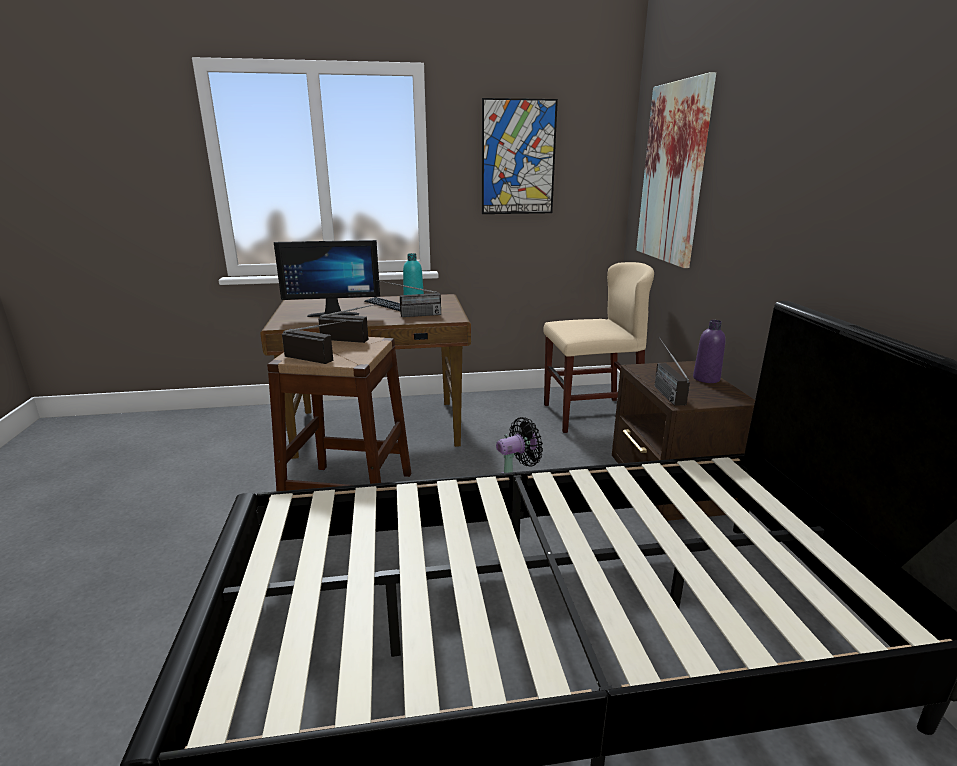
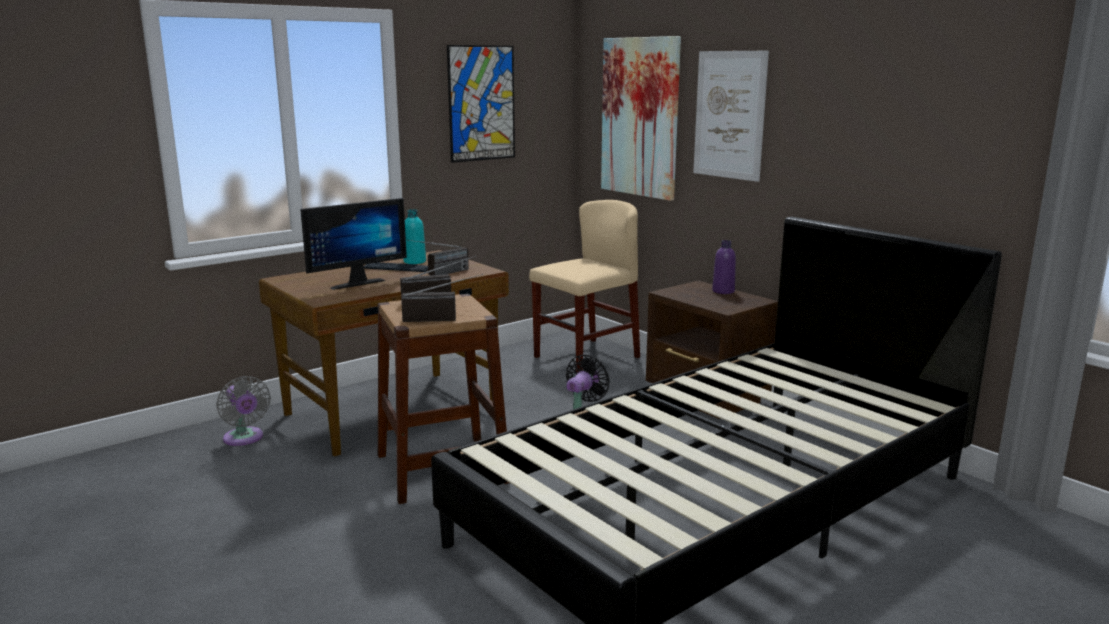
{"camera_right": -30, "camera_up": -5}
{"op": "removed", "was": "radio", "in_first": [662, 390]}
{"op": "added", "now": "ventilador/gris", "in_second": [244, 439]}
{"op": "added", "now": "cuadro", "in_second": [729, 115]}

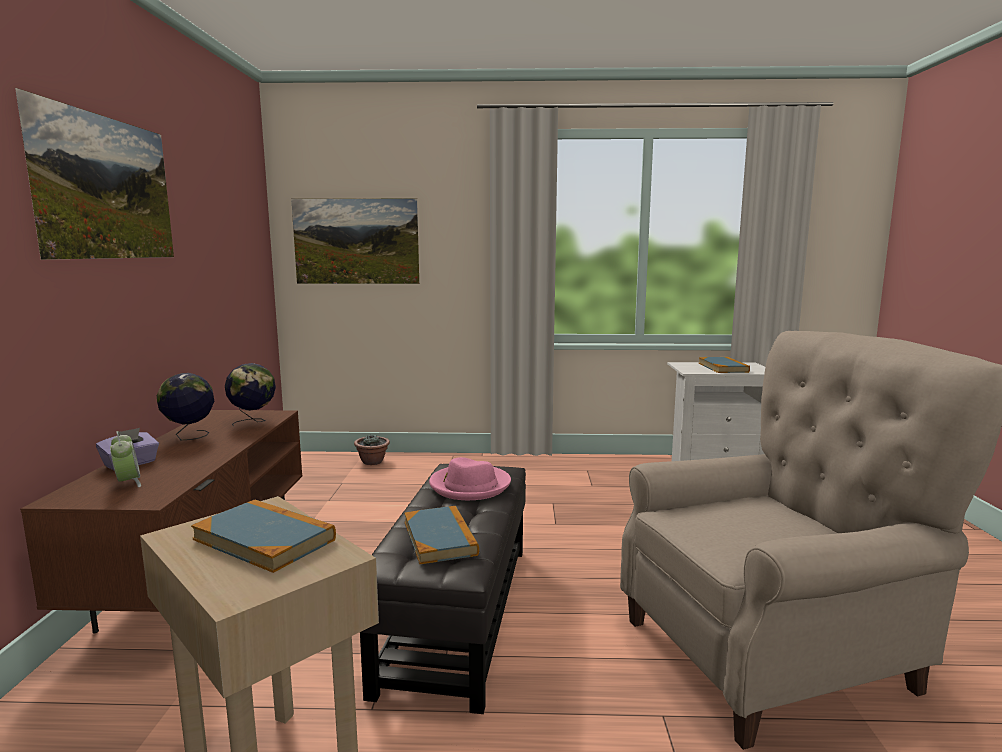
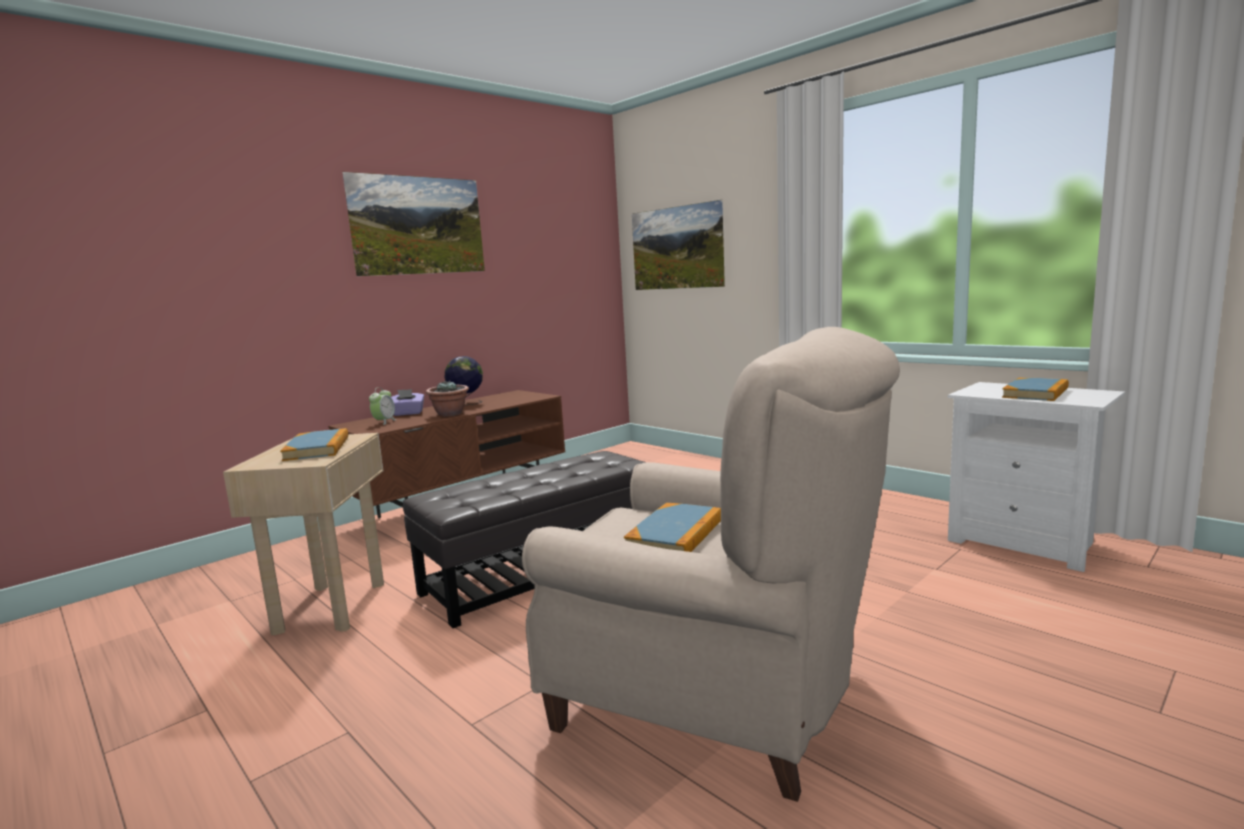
{"camera_right": 45, "camera_up": 0}
{"op": "removed", "was": "globo terráqueo", "in_first": [253, 422]}
{"op": "removed", "was": "sombrero/rosa", "in_first": [469, 486]}
{"op": "moved", "was": "planta en maceta", "in_first": [373, 462], "in_second": [450, 414]}
{"op": "moved", "was": "libro", "in_first": [440, 538], "in_second": [676, 534]}

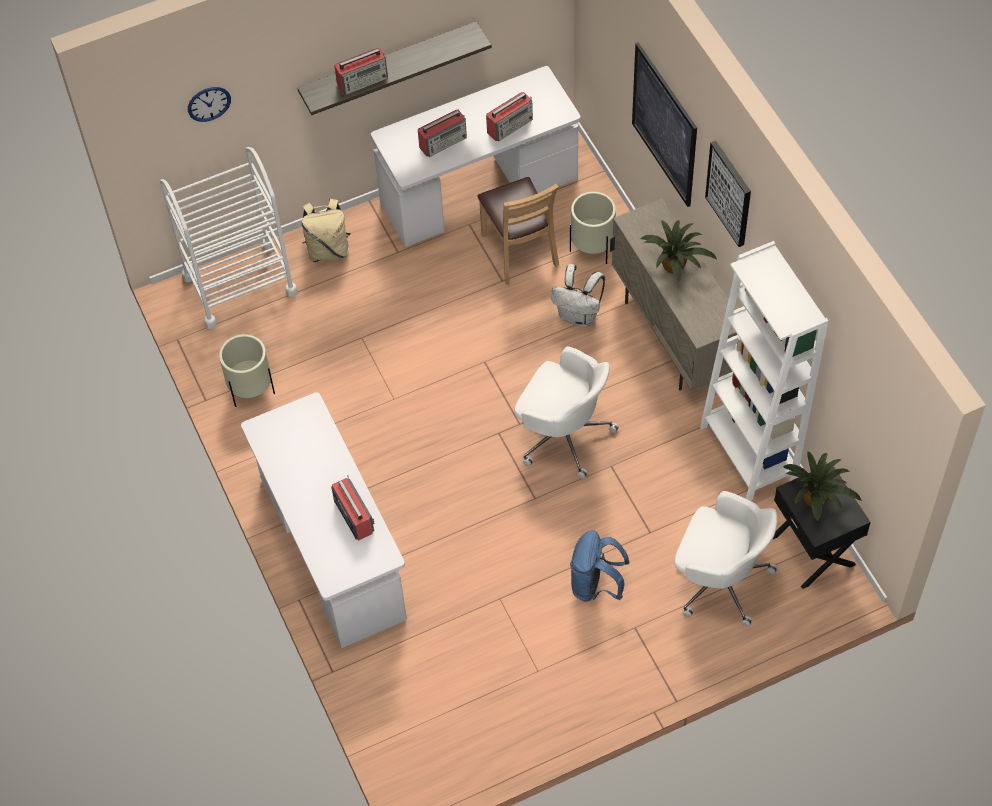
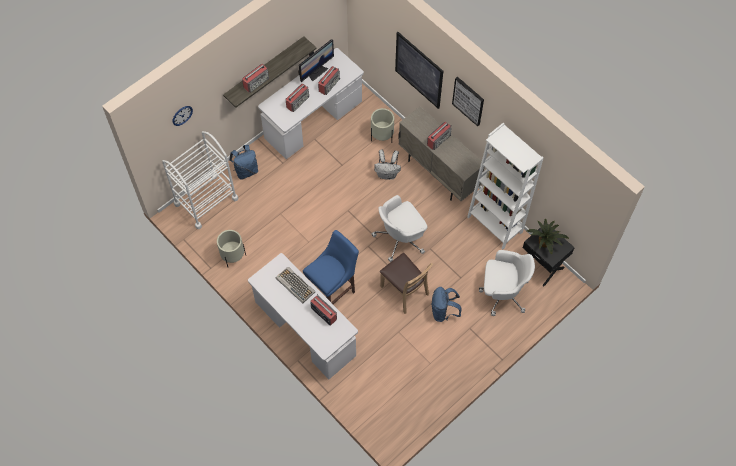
{"camera_right": -20, "camera_up": 5}
{"op": "added", "now": "teclado", "in_second": [295, 285]}
{"op": "added", "now": "monitor", "in_second": [316, 72]}
{"op": "added", "now": "taburete/azul", "in_second": [333, 291]}
{"op": "moved", "was": "silla/marrón", "in_first": [519, 251], "in_second": [404, 291]}
{"op": "replaced", "was": "planta en maceta", "now": "radio", "in_first": [675, 265], "in_second": [439, 139]}
{"op": "recoloured", "was": "mochila/beis", "now": "mochila/azul", "in_first": [328, 250], "in_second": [246, 170]}
{"op": "turned", "was": "silla de oficina/blanco", "in_first": [563, 434], "in_second": [400, 238], "clockwise": 135}

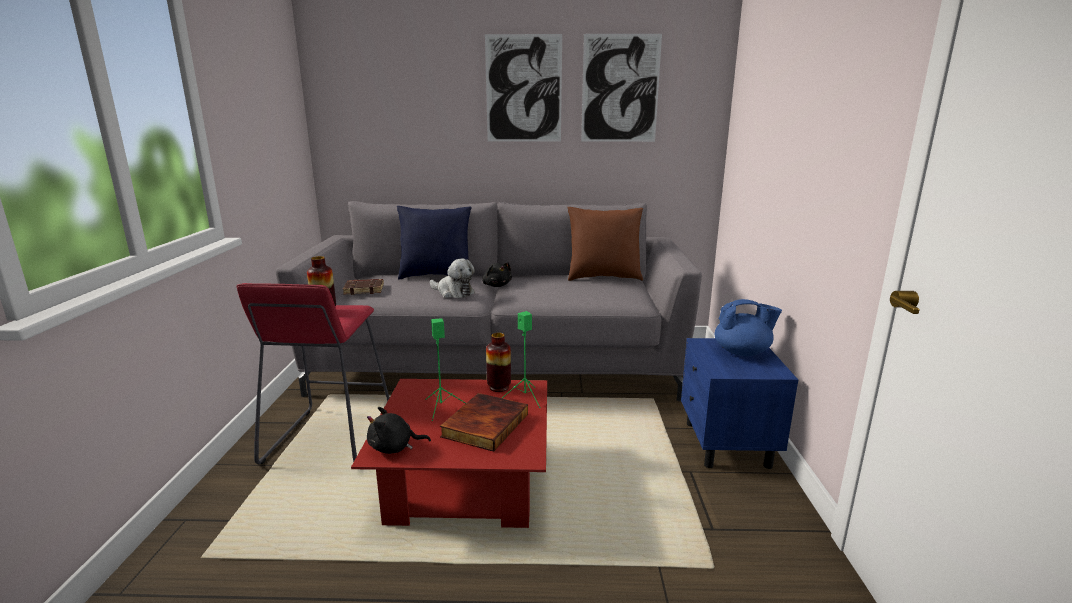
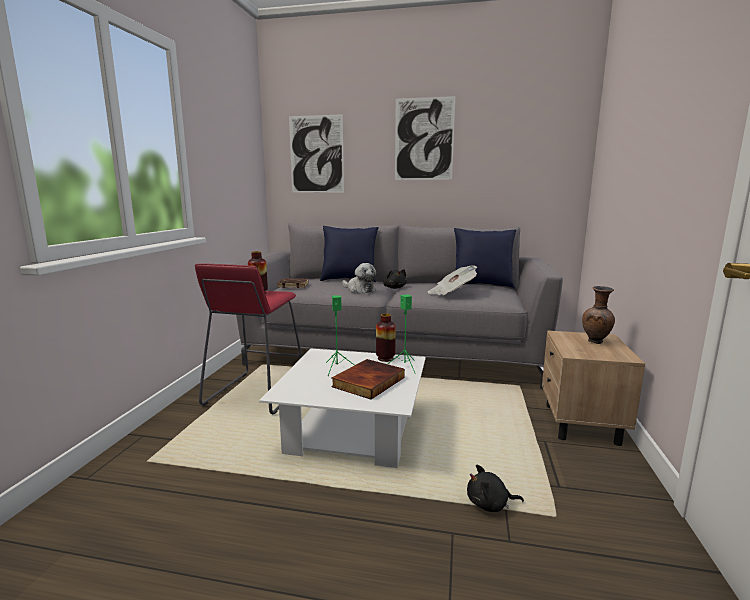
{"camera_right": 10, "camera_up": -5}
{"op": "added", "now": "periódico", "in_second": [451, 293]}
{"op": "moved", "was": "peluche/negro", "in_first": [394, 447], "in_second": [490, 504]}
{"op": "moved", "was": "cuadro", "in_first": [620, 89], "in_second": [316, 154]}
{"op": "replaced", "was": "tetera/azul", "now": "florero/marrón", "in_first": [742, 352], "in_second": [596, 342]}
{"op": "recoloured", "was": "mesa de centro/rojo", "now": "mesa de centro/blanco", "in_first": [465, 482], "in_second": [352, 431]}
{"op": "recoloured", "was": "cojín/marrón", "now": "cojín/azul", "in_first": [603, 277], "in_second": [481, 285]}
{"op": "recoloured", "was": "mesita de noche/azul", "now": "mesita de noche/beis", "in_first": [726, 445], "in_second": [581, 424]}

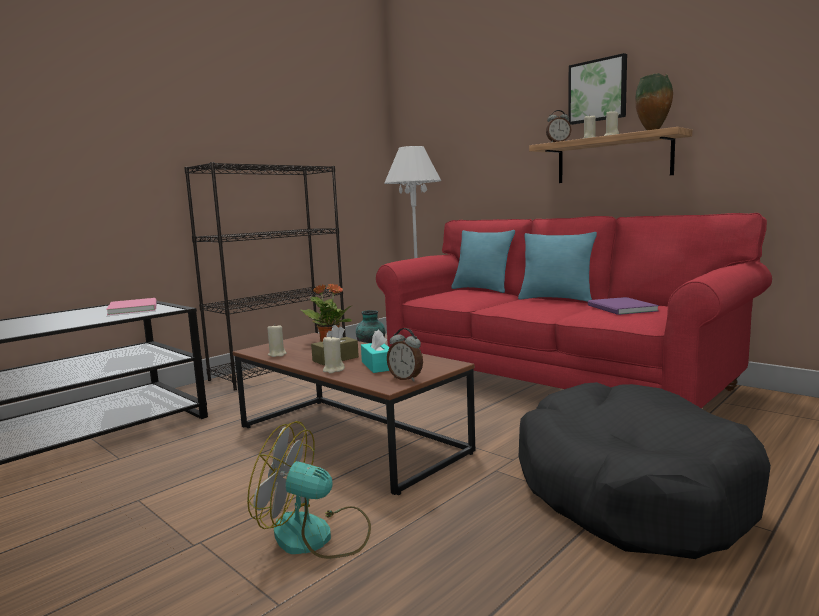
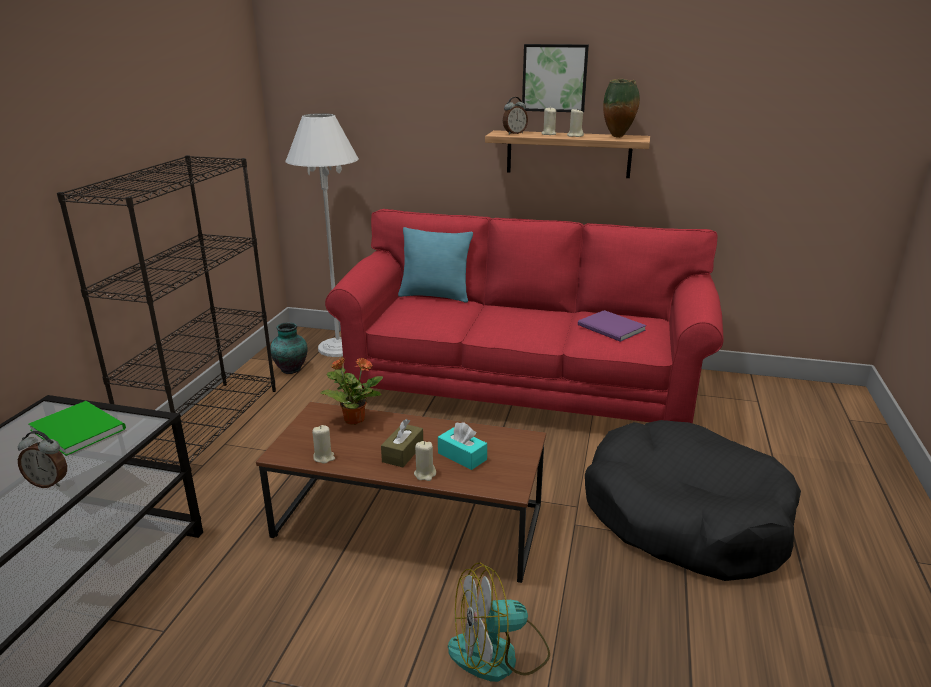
{"camera_right": -30, "camera_up": 15}
{"op": "removed", "was": "cojín/turquesa", "in_first": [556, 299]}
{"op": "moved", "was": "despertador", "in_first": [406, 378], "in_second": [49, 483]}
{"op": "recoloured", "was": "libro/rosa", "now": "libro/verde", "in_first": [135, 308], "in_second": [79, 428]}

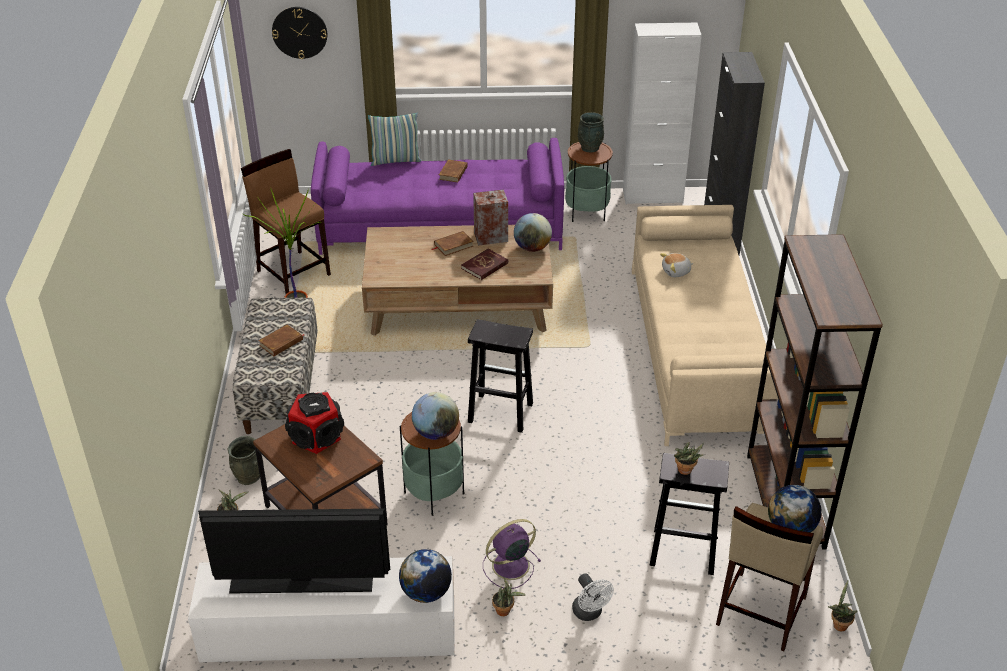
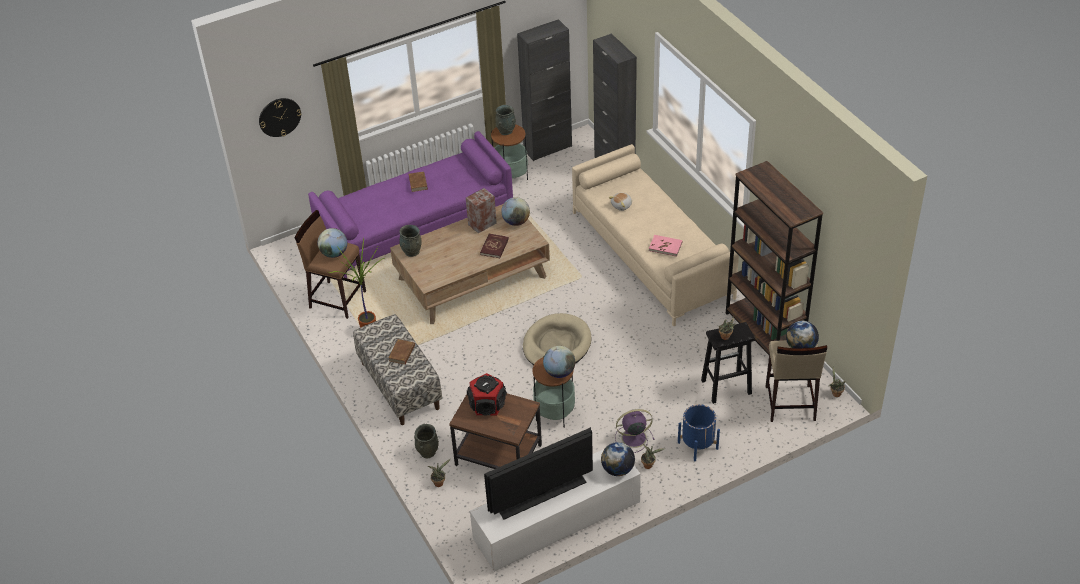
{"camera_right": -25, "camera_up": 5}
{"op": "removed", "was": "cojín", "in_first": [395, 161]}
{"op": "removed", "was": "libro/marrón", "in_first": [453, 245]}
{"op": "added", "now": "globo terráqueo", "in_second": [334, 253]}
{"op": "added", "now": "florero/gris", "in_second": [411, 252]}
{"op": "added", "now": "libro/rosa", "in_second": [665, 246]}
{"op": "replaced", "was": "taburete/negro", "now": "cama para perro/beis", "in_first": [499, 413], "in_second": [556, 345]}
{"op": "replaced", "was": "ventilador/blanco", "now": "maceta/azul", "in_first": [589, 613], "in_second": [697, 445]}
{"op": "recoloured", "was": "armario/blanco", "now": "armario/negro", "in_first": [652, 196], "in_second": [547, 148]}
{"op": "turned", "was": "ventilador/morado", "in_first": [509, 566], "in_second": [632, 438], "clockwise": 45}

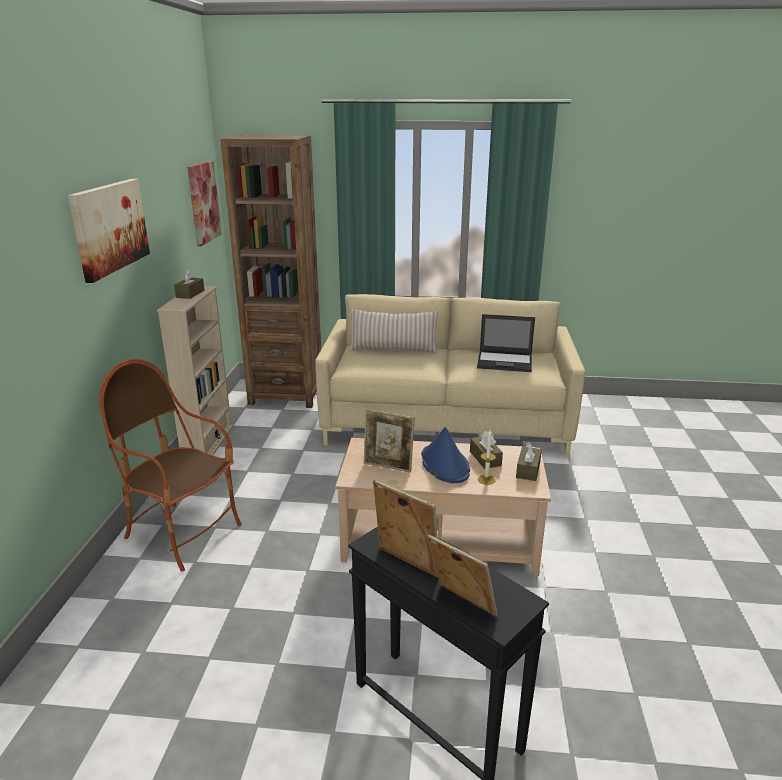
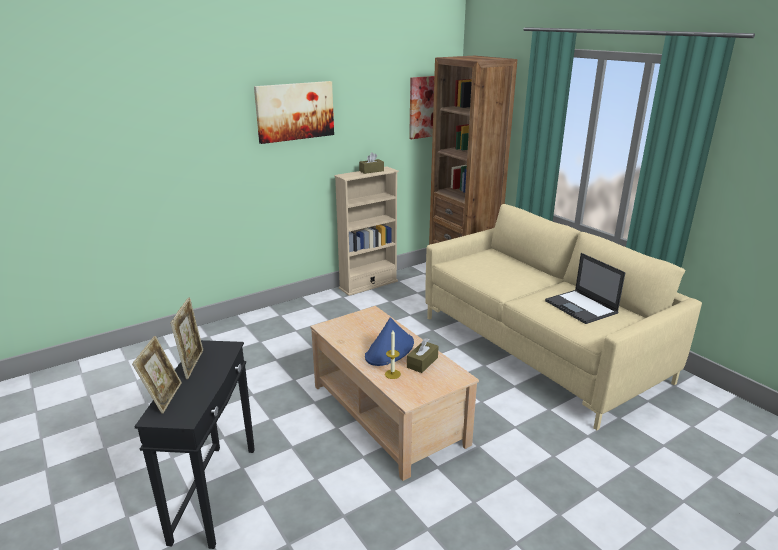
{"camera_right": 50, "camera_up": 0}
{"op": "removed", "was": "sillón", "in_first": [183, 534]}
{"op": "removed", "was": "cojín/beis", "in_first": [393, 349]}
{"op": "removed", "was": "portarretratos", "in_first": [388, 466]}
{"op": "removed", "was": "caja de pañuelos/marrón", "in_first": [528, 470]}

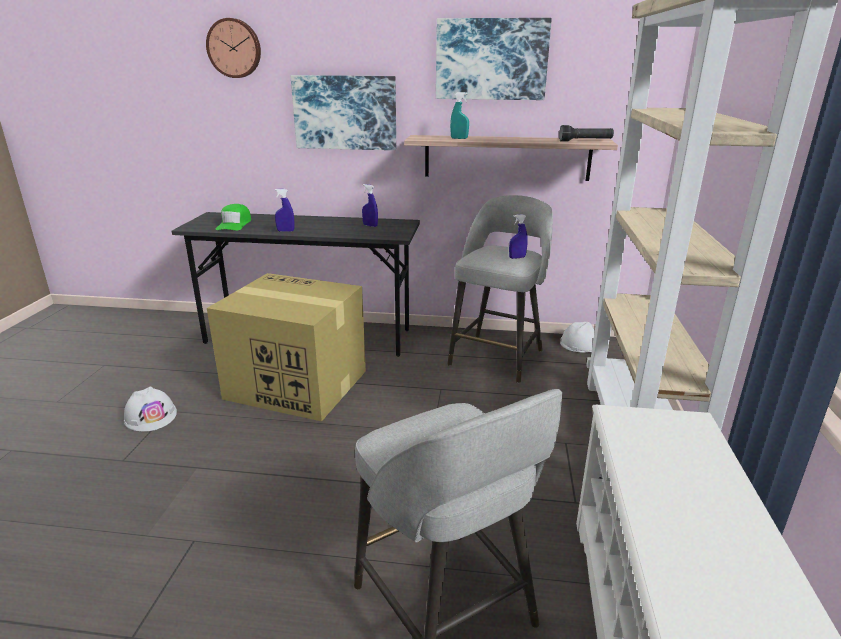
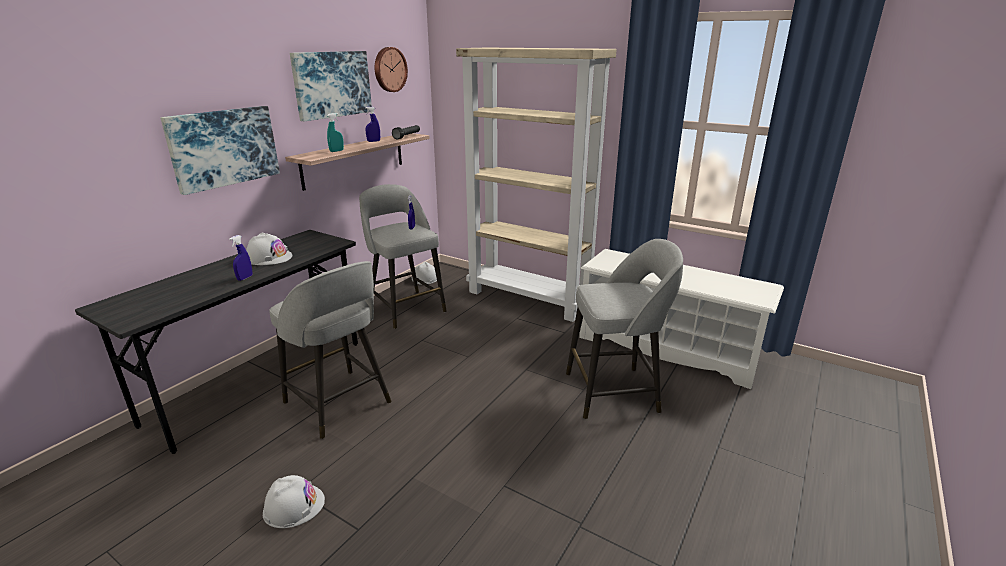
{"camera_right": -65, "camera_up": 0}
{"op": "removed", "was": "gorra/verde", "in_first": [234, 224]}
{"op": "added", "now": "casco/blanco", "in_second": [269, 257]}
{"op": "moved", "was": "reloj de pared", "in_first": [234, 48], "in_second": [389, 69]}
{"op": "moved", "was": "pulverizador/azul", "in_first": [370, 225], "in_second": [373, 141]}
{"op": "replaced", "was": "caja de cartón", "now": "taburete/gris", "in_first": [295, 384], "in_second": [339, 404]}

